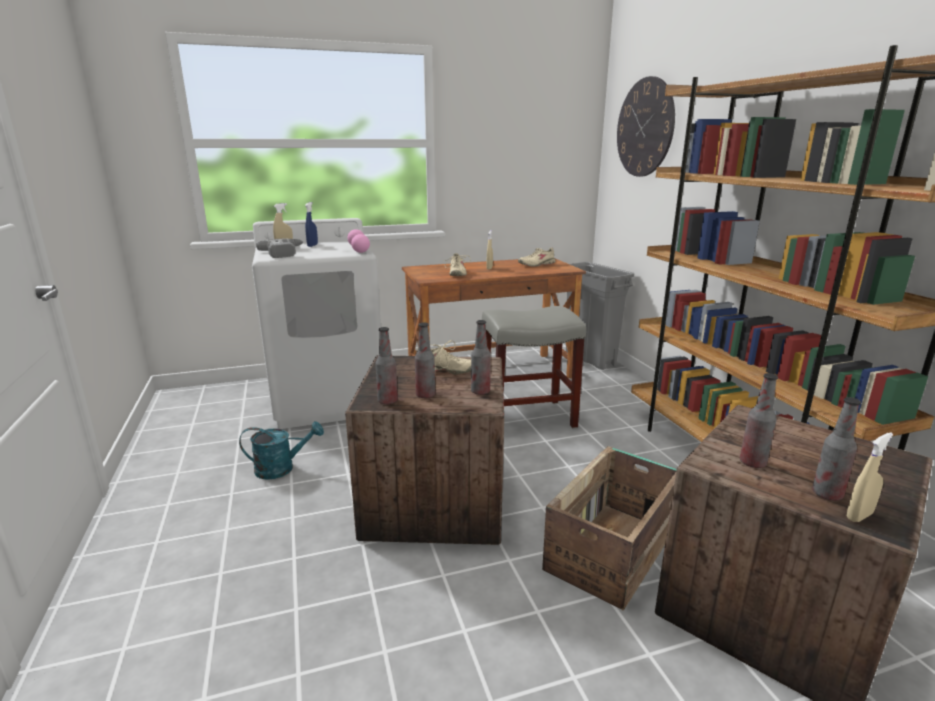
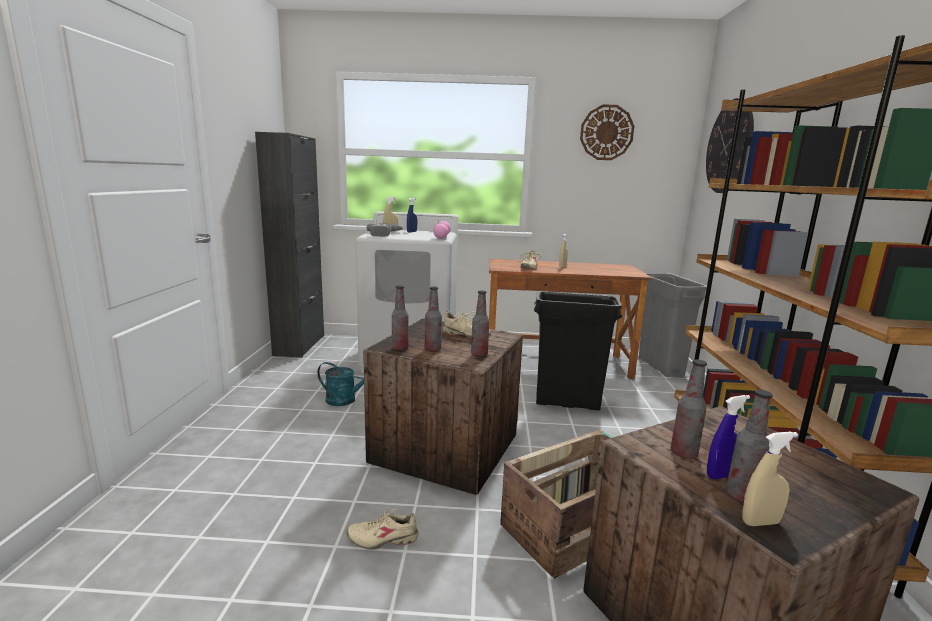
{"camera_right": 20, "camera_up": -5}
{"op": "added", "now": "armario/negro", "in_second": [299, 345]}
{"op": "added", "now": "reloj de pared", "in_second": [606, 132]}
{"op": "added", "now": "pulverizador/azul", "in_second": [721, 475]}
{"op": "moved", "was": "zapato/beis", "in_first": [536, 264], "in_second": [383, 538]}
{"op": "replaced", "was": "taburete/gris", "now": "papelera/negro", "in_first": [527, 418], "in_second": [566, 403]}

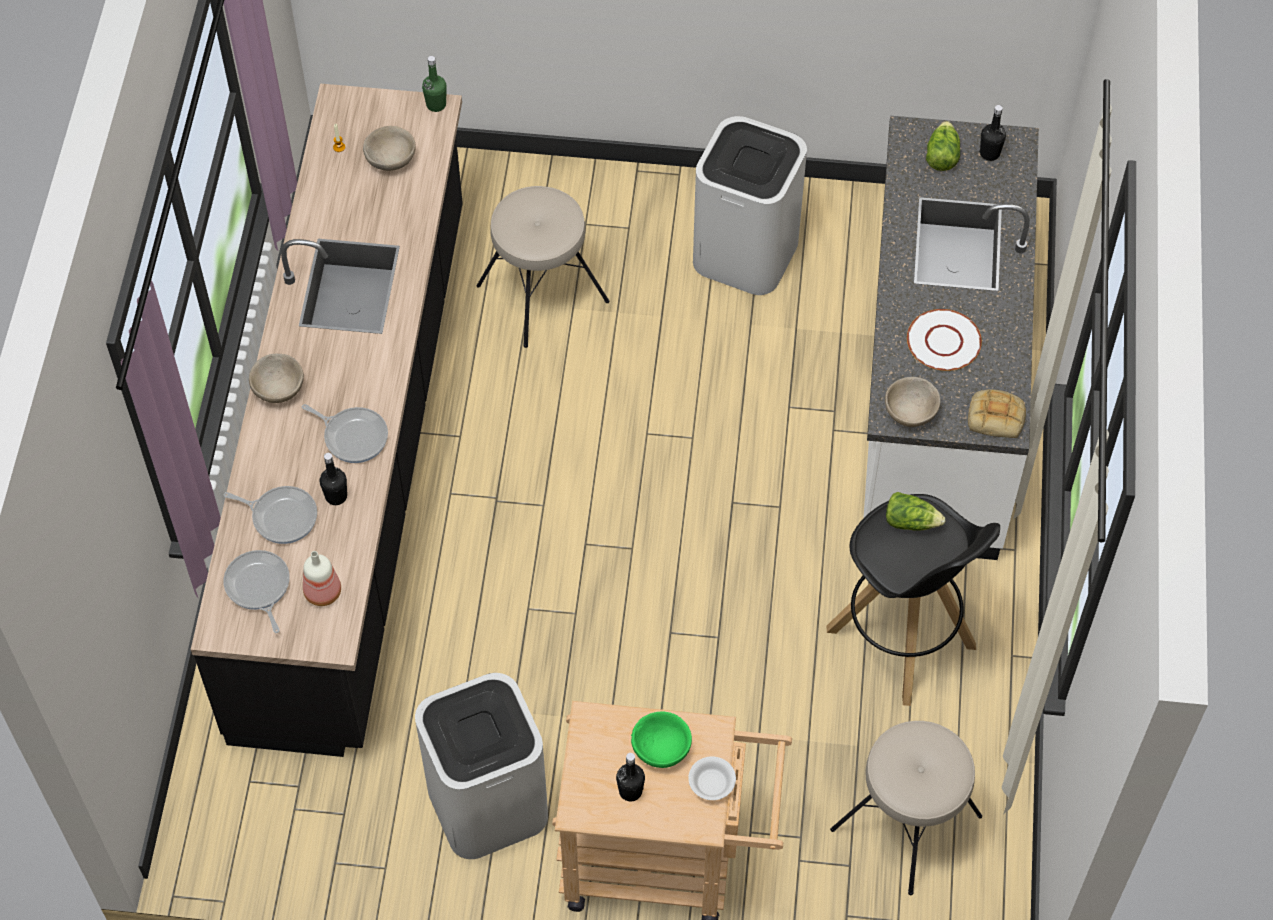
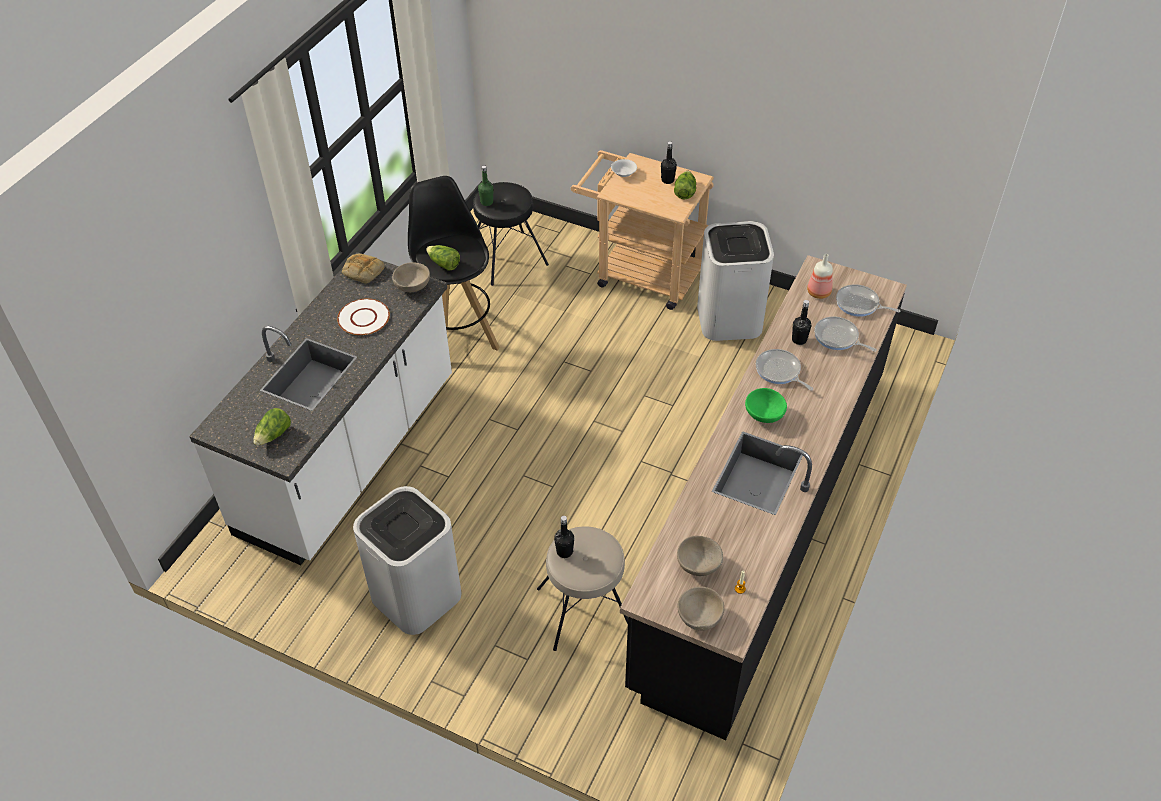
{"camera_right": -160, "camera_up": -10}
{"op": "added", "now": "lechuga", "in_second": [684, 192]}
{"op": "moved", "was": "cuenco/beis", "in_first": [279, 389], "in_second": [699, 616]}
{"op": "moved", "was": "botella/verde", "in_first": [436, 104], "in_second": [486, 202]}
{"op": "moved", "was": "cuenco/verde", "in_first": [661, 748], "in_second": [763, 415]}
{"op": "moved", "was": "botella/negro", "in_first": [989, 153], "in_second": [564, 551]}
{"op": "recoloured", "was": "taburete/beis", "now": "taburete/negro", "in_first": [907, 823], "in_second": [507, 257]}
{"op": "turned", "was": "sartén", "in_first": [258, 587], "in_second": [859, 304], "clockwise": 120}

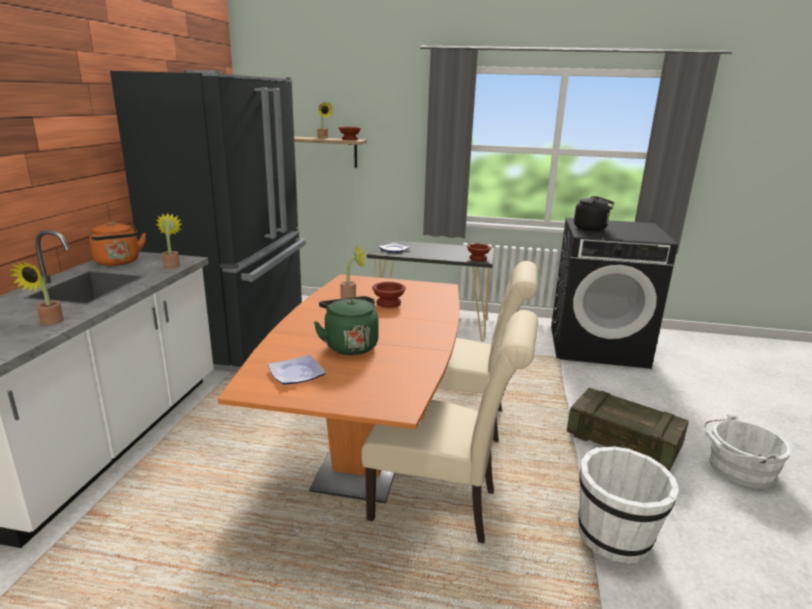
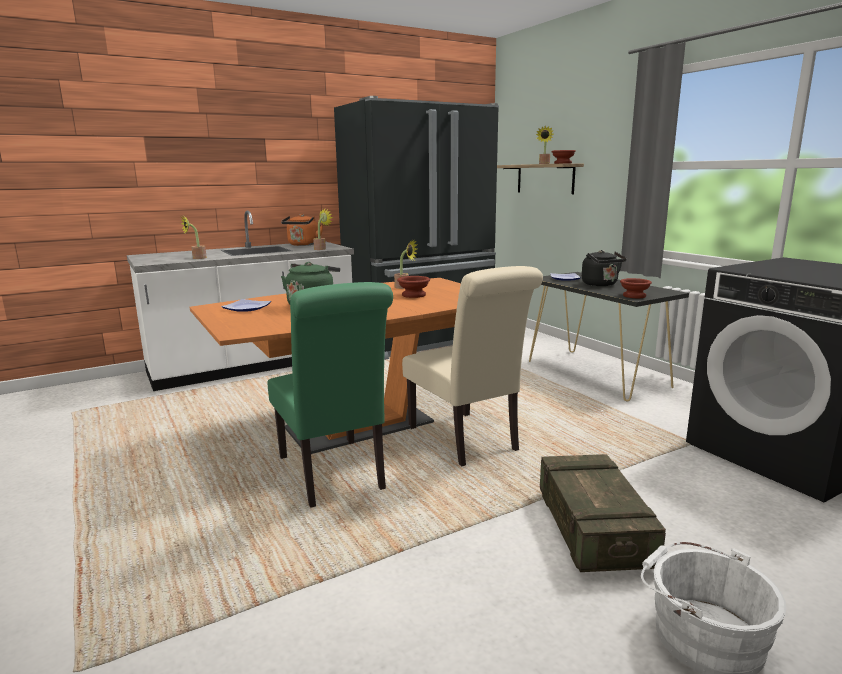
{"camera_right": 50, "camera_up": -5}
{"op": "removed", "was": "cubo/blanco", "in_first": [614, 537]}
{"op": "moved", "was": "hervidor/negro", "in_first": [592, 228], "in_second": [601, 284]}
{"op": "recoloured", "was": "silla/beis", "now": "silla/verde", "in_first": [442, 506], "in_second": [334, 476]}

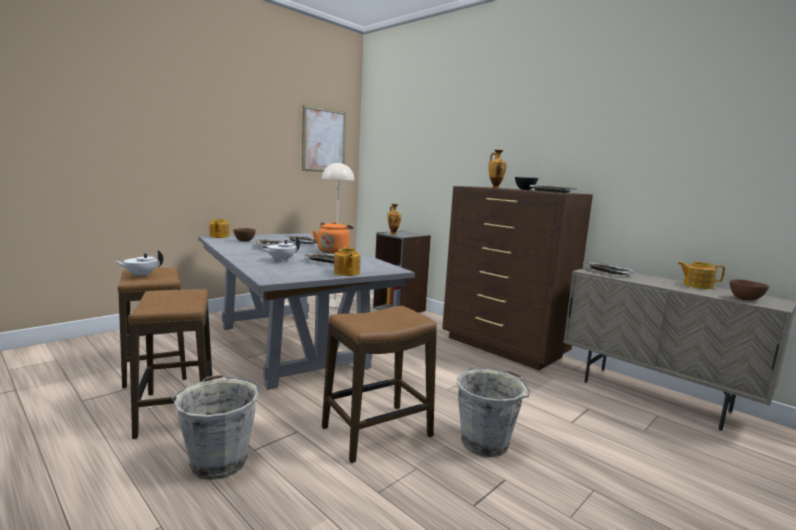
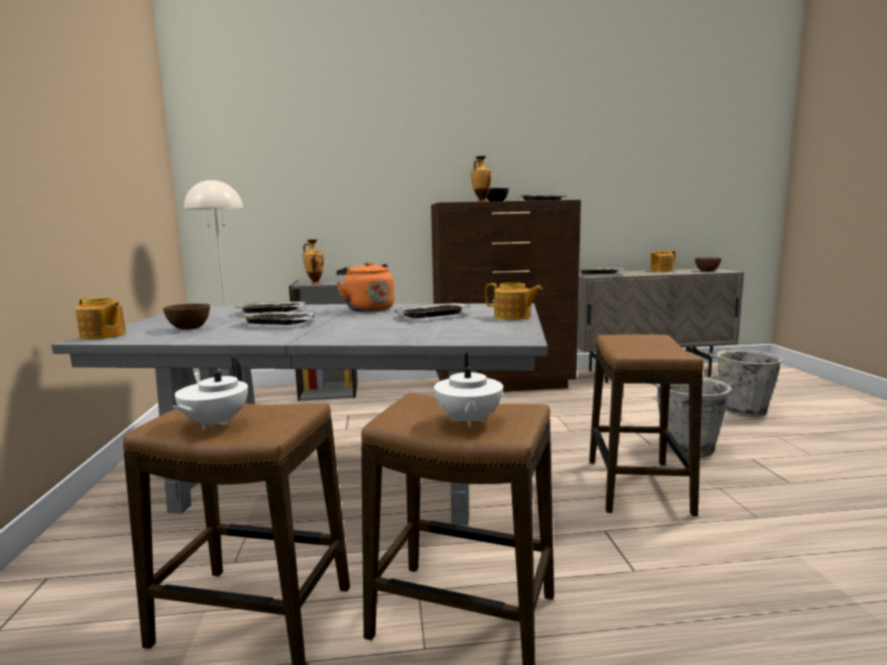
{"camera_right": -50, "camera_up": 0}
{"op": "removed", "was": "cuadro", "in_first": [324, 140]}
{"op": "moved", "was": "cubo/gris", "in_first": [219, 461], "in_second": [741, 409]}
{"op": "moved", "was": "tetera/blanco", "in_first": [281, 260], "in_second": [468, 421]}

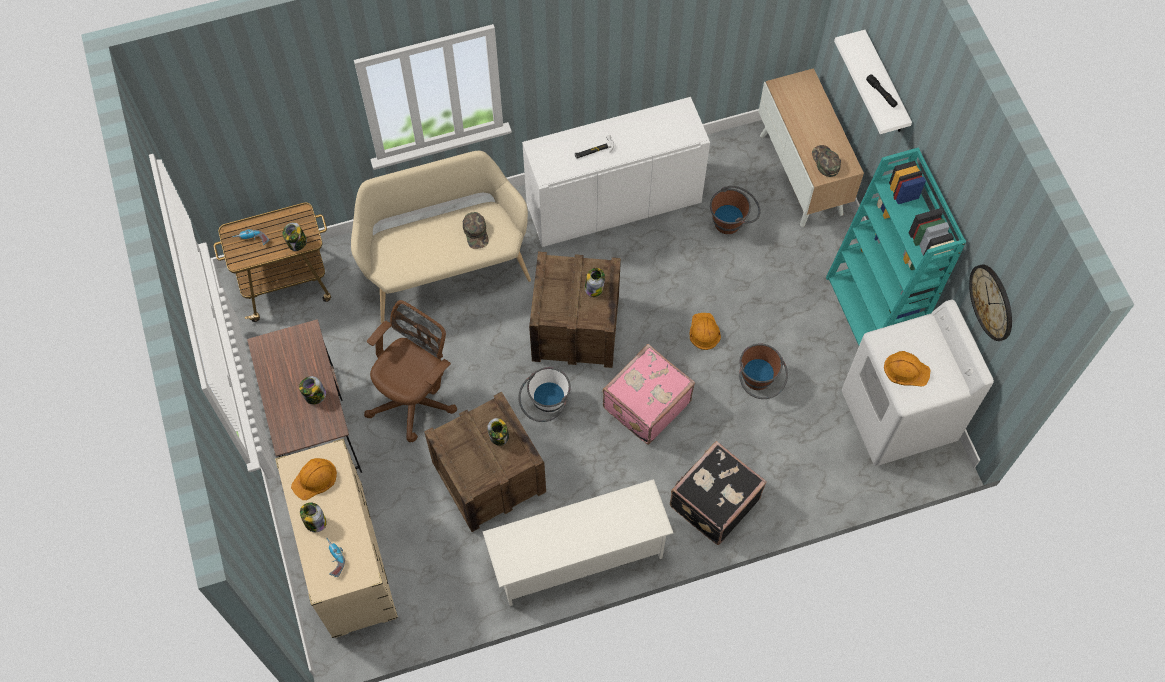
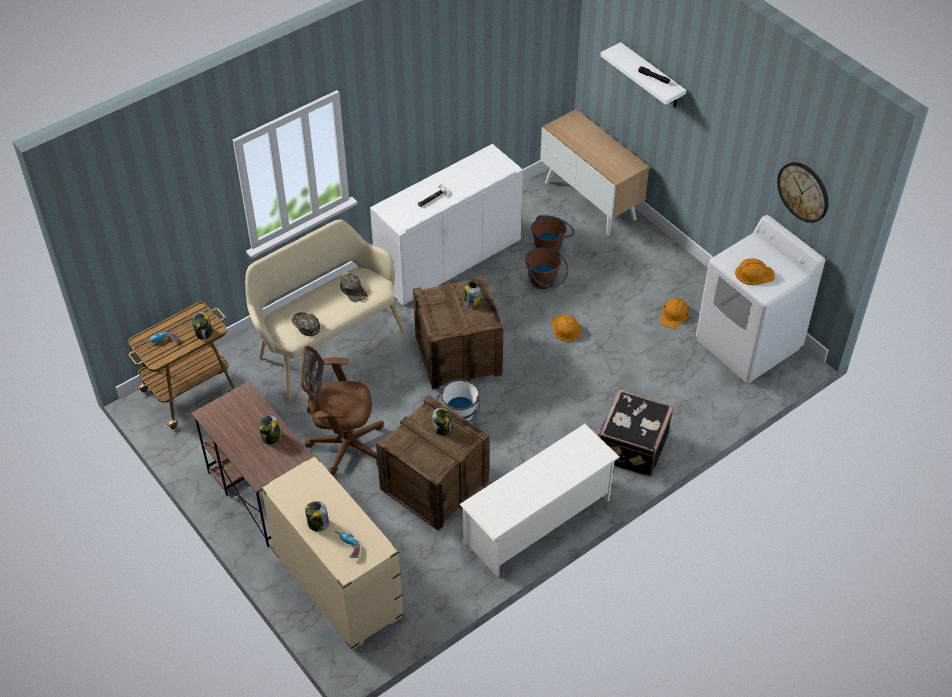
{"camera_right": -20, "camera_up": -15}
{"op": "removed", "was": "maleta/rosa", "in_first": [645, 404]}
{"op": "removed", "was": "estantería/turquesa", "in_first": [871, 313]}
{"op": "moved", "was": "casco/naranja", "in_first": [315, 479], "in_second": [674, 314]}
{"op": "moved", "was": "cubo/marrón", "in_first": [759, 383], "in_second": [545, 284]}
{"op": "moved", "was": "gorra/verde", "in_first": [825, 161], "in_second": [305, 325]}
{"op": "turned", "was": "silla de oficina/marrón", "in_first": [416, 399], "in_second": [344, 445], "clockwise": -105}

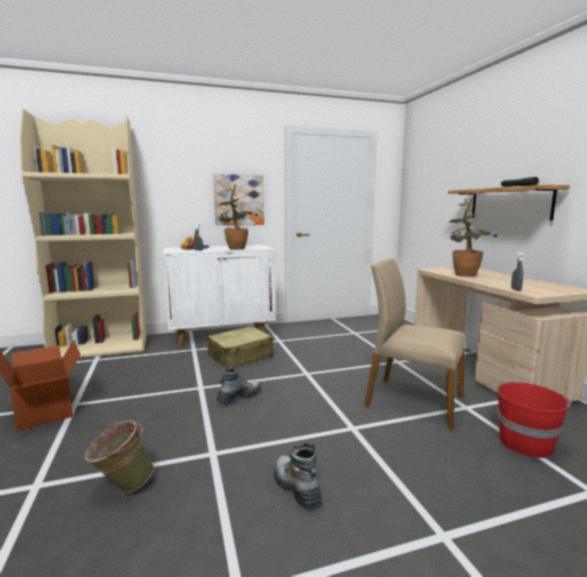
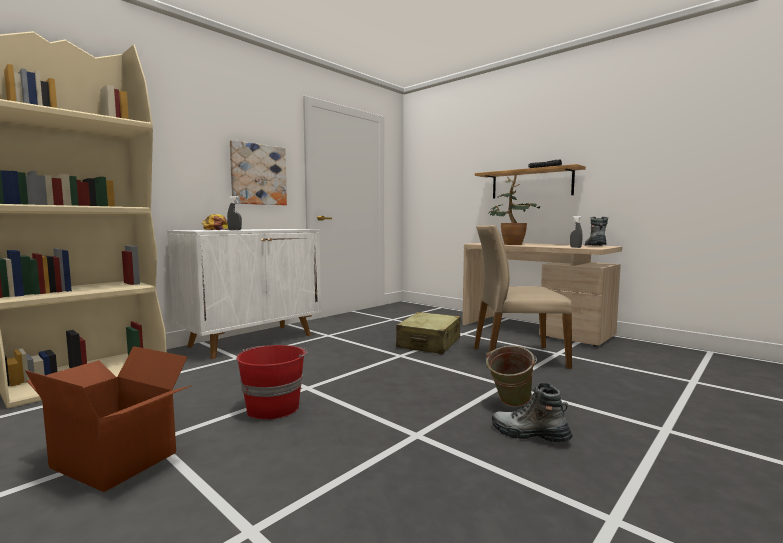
{"camera_right": -30, "camera_up": -5}
{"op": "removed", "was": "planta en maceta", "in_first": [235, 248]}
{"op": "moved", "was": "cubo/verde", "in_first": [122, 487], "in_second": [509, 405]}
{"op": "moved", "was": "maleta/beis", "in_first": [241, 356], "in_second": [429, 343]}
{"op": "moved", "was": "bota", "in_first": [239, 397], "in_second": [595, 246]}
{"op": "moved", "was": "cubo/rojo", "in_first": [525, 442], "in_second": [273, 407]}

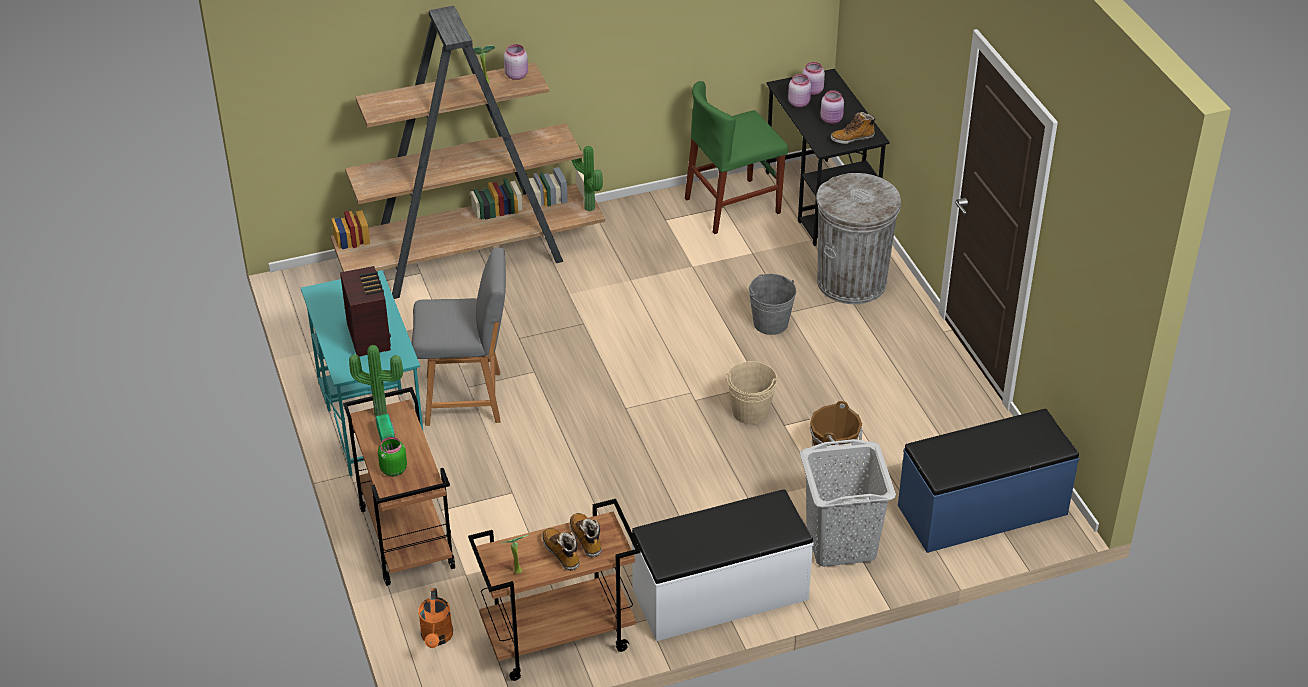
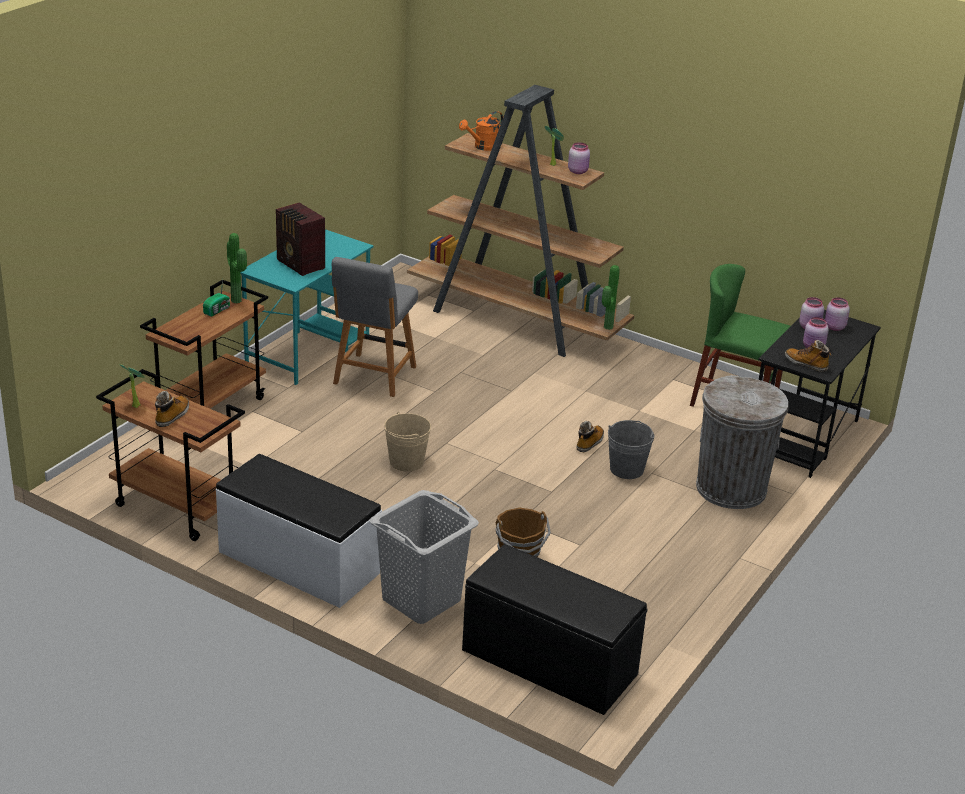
{"camera_right": 50, "camera_up": -10}
{"op": "removed", "was": "tarro/verde", "in_first": [393, 470]}
{"op": "moved", "was": "regadera/naranja", "in_first": [437, 638], "in_second": [483, 147]}
{"op": "moved", "was": "bota", "in_first": [586, 539], "in_second": [589, 443]}
{"op": "moved", "was": "cubo/beis", "in_first": [750, 412], "in_second": [406, 462]}
{"op": "recoloured", "was": "banco/azul", "now": "banco/negro", "in_first": [983, 511], "in_second": [548, 662]}
{"op": "turned", "was": "radio", "in_first": [369, 336], "in_second": [300, 265], "clockwise": 105}
{"op": "turned", "was": "silla/gris", "in_first": [467, 398], "in_second": [373, 377], "clockwise": 60}

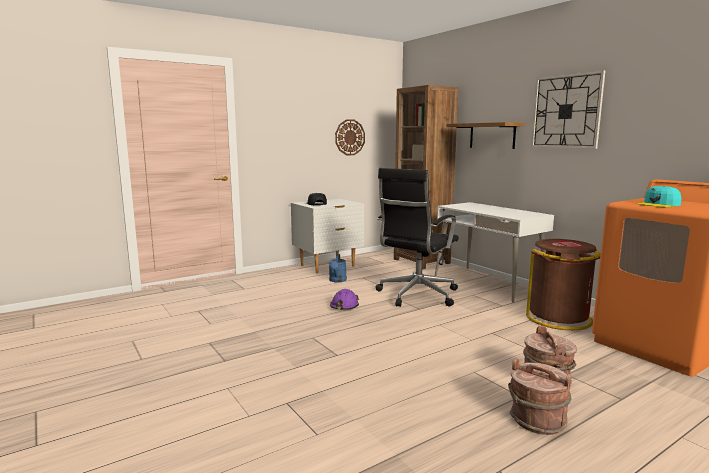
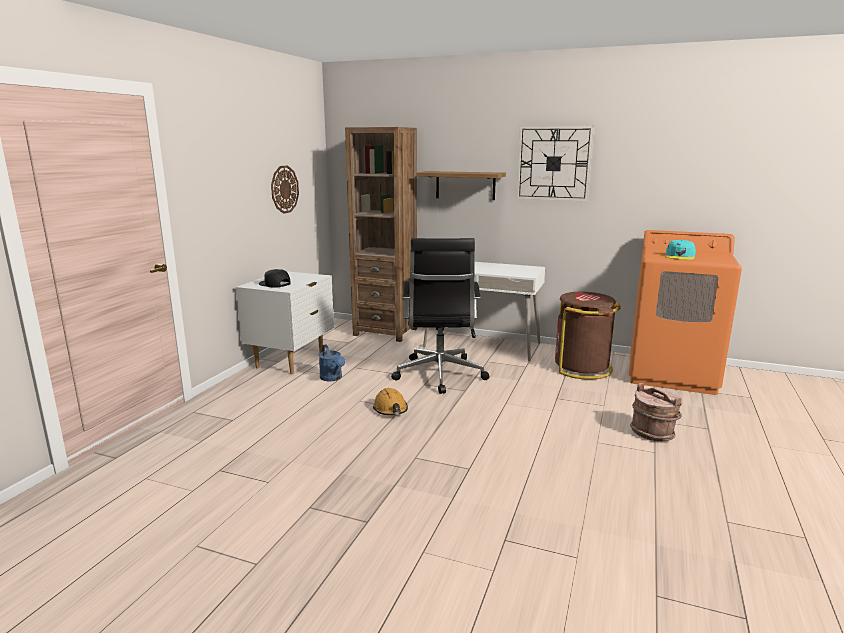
{"camera_right": -35, "camera_up": 5}
{"op": "removed", "was": "cubo/marrón", "in_first": [536, 421]}
{"op": "recoloured", "was": "casco/morado", "now": "casco/naranja", "in_first": [344, 306], "in_second": [390, 409]}

